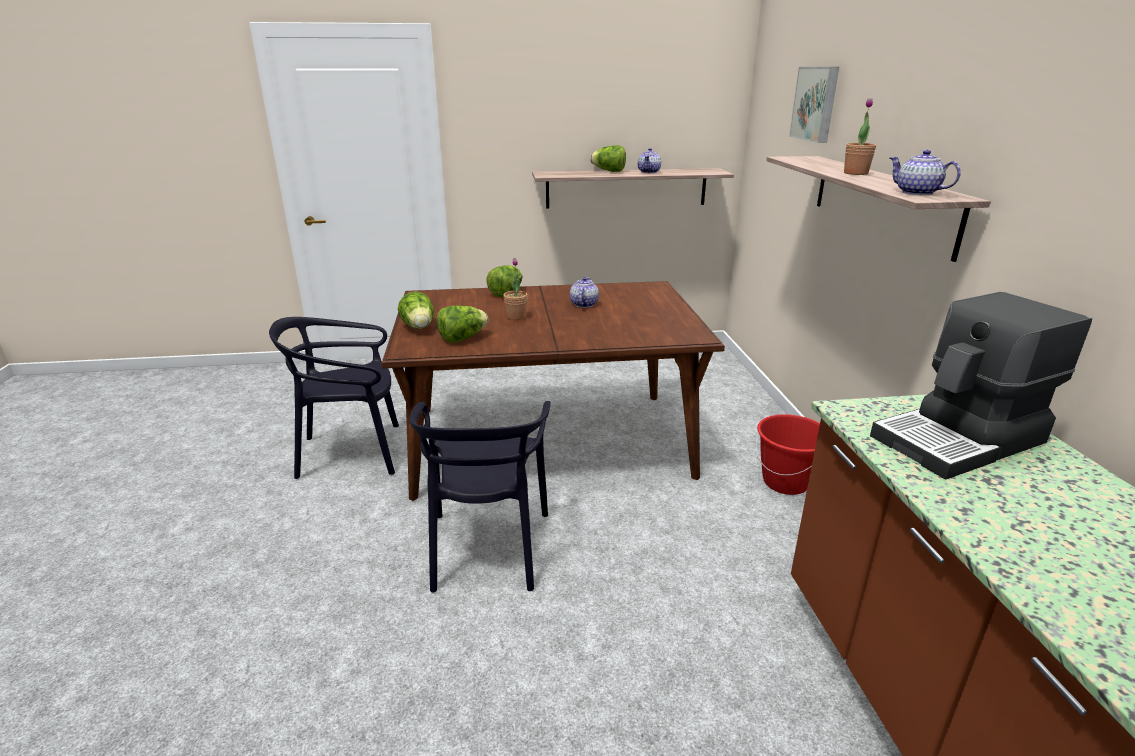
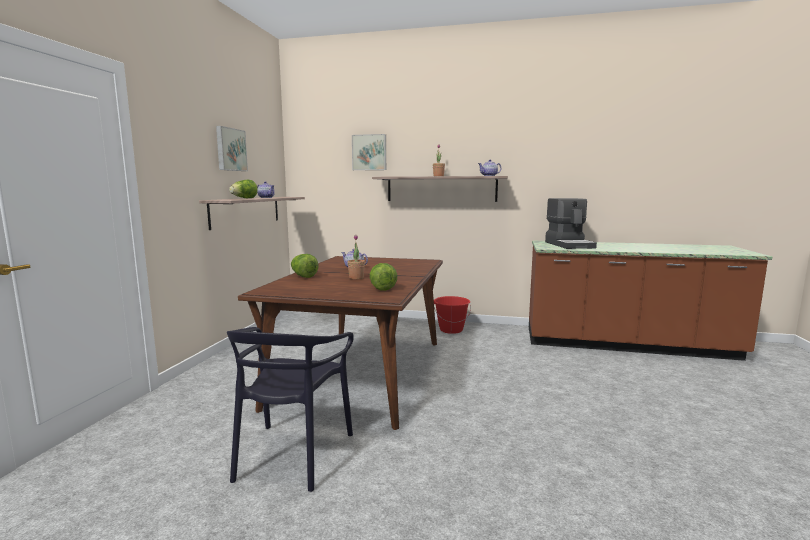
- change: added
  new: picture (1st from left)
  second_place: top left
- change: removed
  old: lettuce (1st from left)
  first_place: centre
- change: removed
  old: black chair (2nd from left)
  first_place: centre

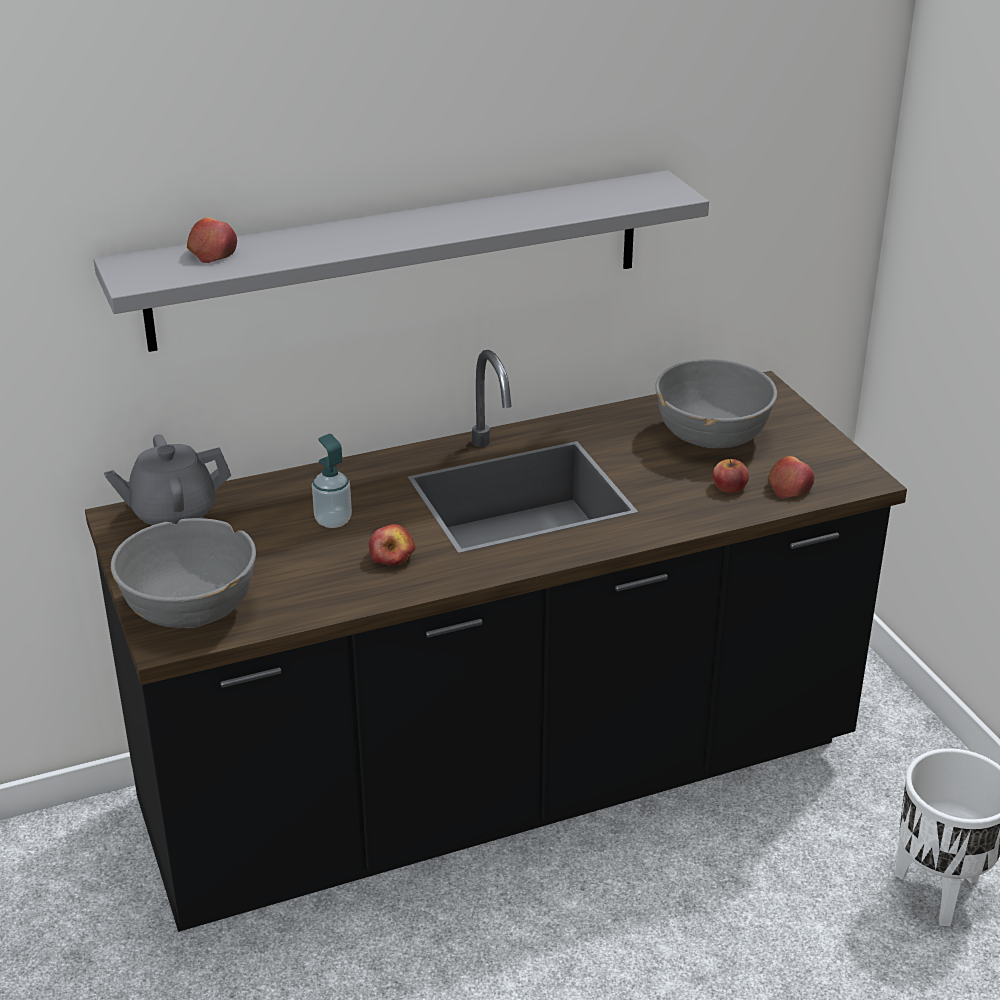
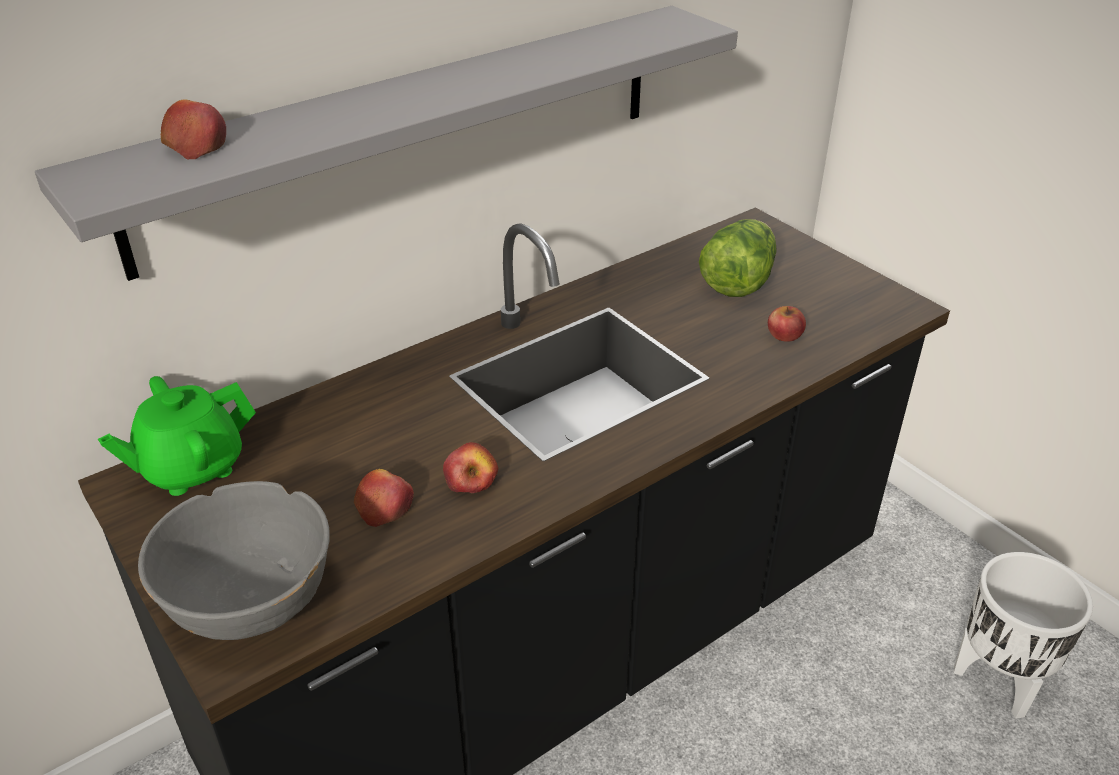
- change: recoloured
  old: grey teapot
  new: green teapot
  first_place: middle left
  second_place: middle left
- change: moved
  old: apple (4th from left in the first image)
  new: apple (2nd from left)
  first_place: middle right
  second_place: centre
- change: replaced
  old: grey bowl (2nd from left)
  new: lettuce
  first_place: middle right
  second_place: top centre
- change: removed
  old: soap dispenser
  first_place: middle left

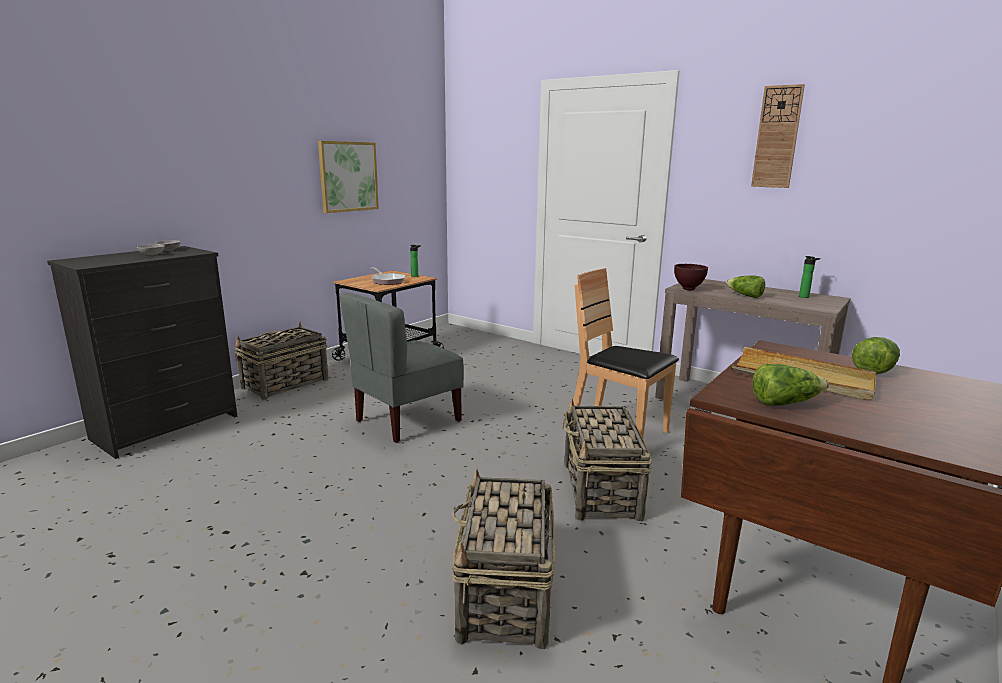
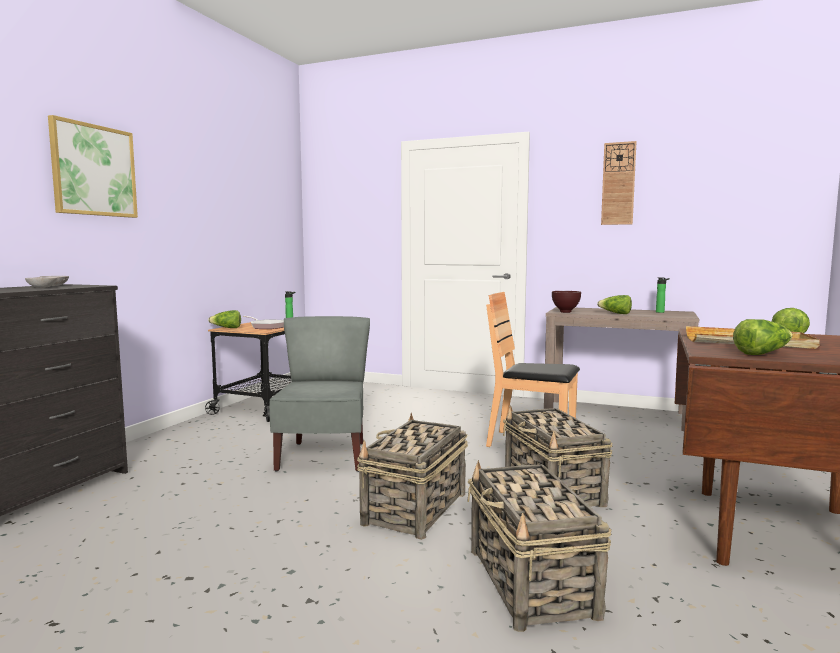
- change: moved
  old: picture
  first_place: top centre
  second_place: top left
- change: added
  new: lettuce (1st from left)
  second_place: middle left
- change: turned
  old: grey chair
  first_place: centre
  second_place: centre
  degrees: 150
- change: moved
  old: basket (1st from left)
  first_place: middle left
  second_place: bottom centre

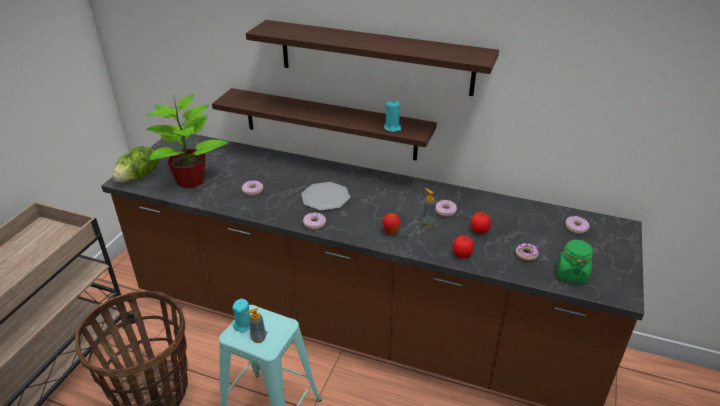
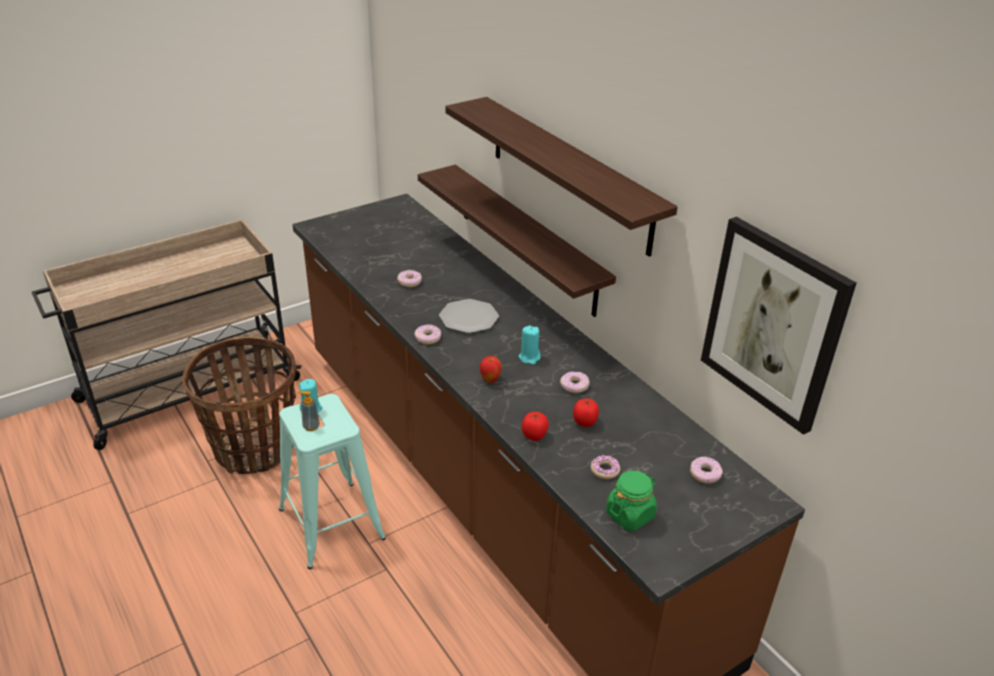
- change: moved
  old: turquoise candle (2nd from left)
  first_place: top centre
  second_place: centre
- change: added
  new: picture
  second_place: middle right
- change: removed
  old: lettuce
  first_place: middle left
- change: removed
  old: potted plant
  first_place: middle left
- change: removed
  old: soap dispenser (2nd from left)
  first_place: centre

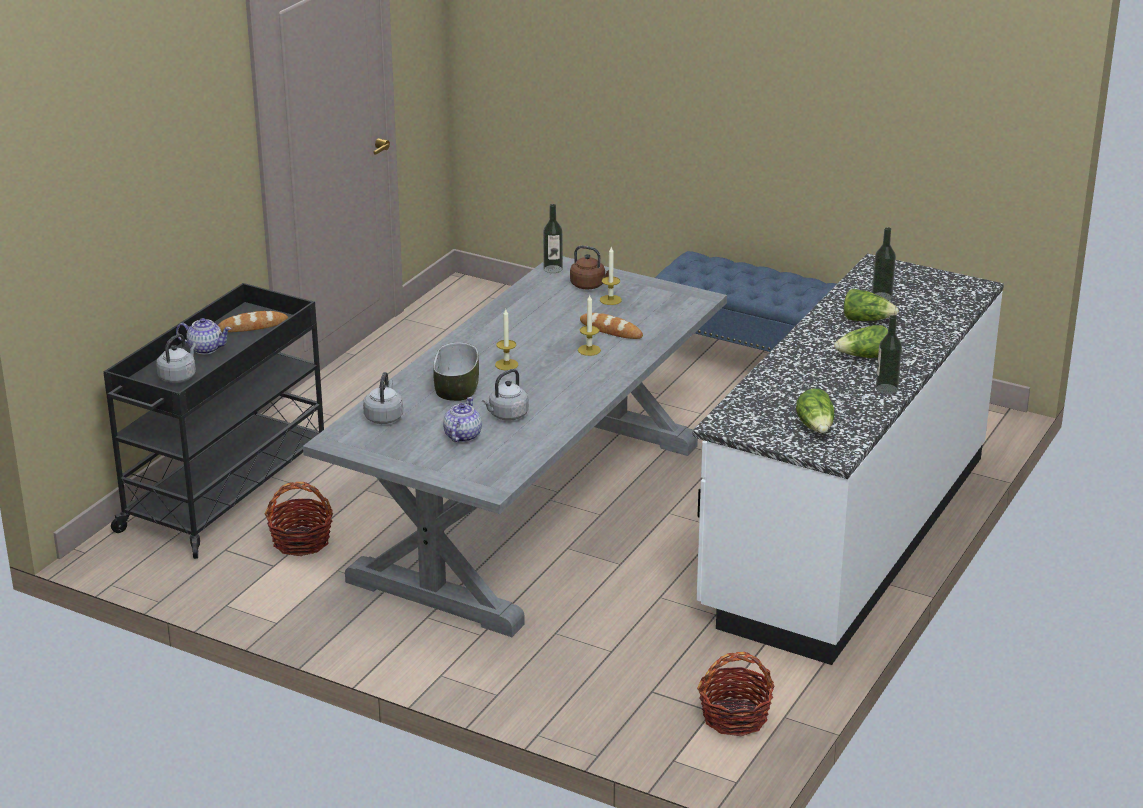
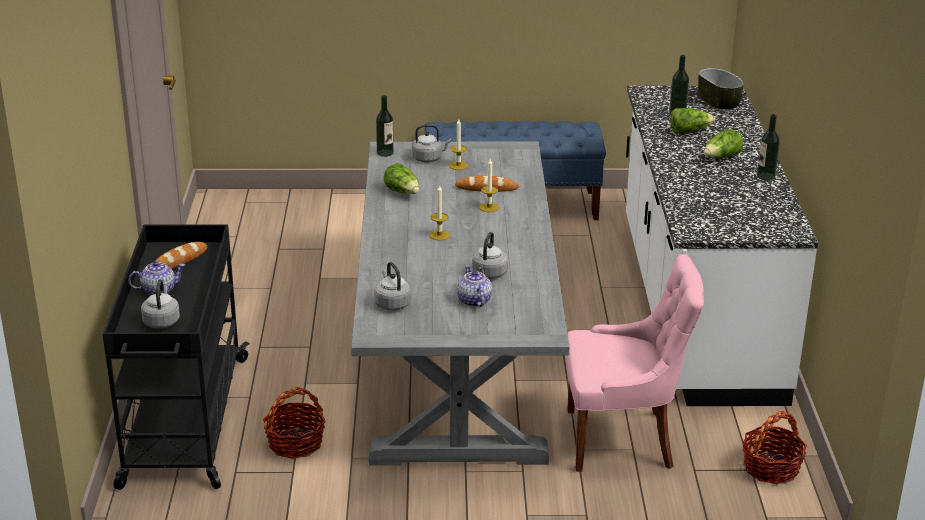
- change: moved
  old: lettuce (1st from left)
  first_place: middle right
  second_place: centre
- change: recoloured
  old: brown kettle
  new: grey kettle (3rd from left)
  first_place: top centre
  second_place: top centre
- change: added
  new: pink chair
  second_place: bottom right
- change: moved
  old: bowl
  first_place: centre
  second_place: top right

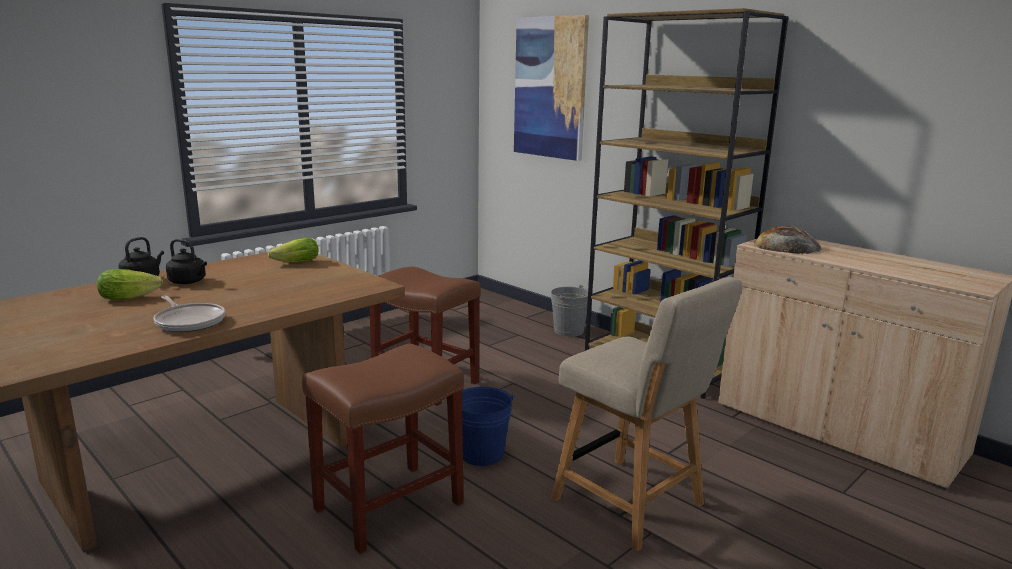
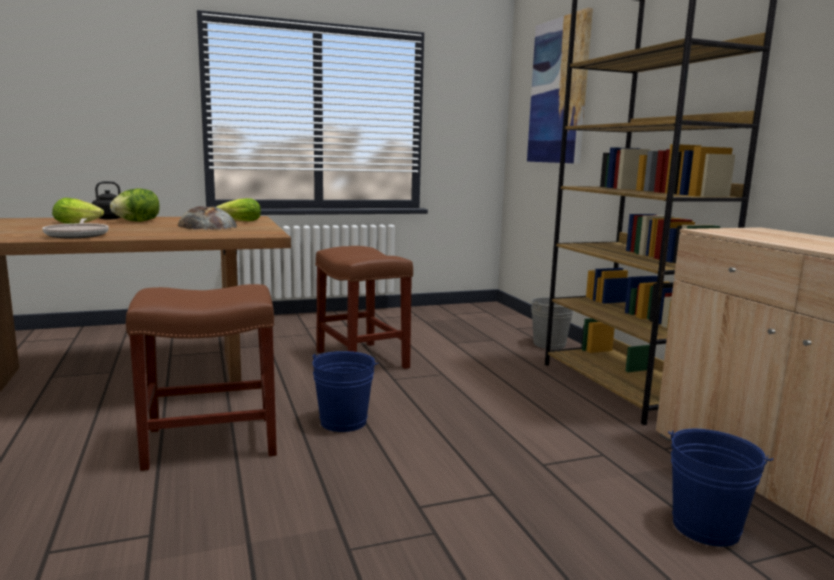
- change: replaced
  old: black kettle (2nd from left)
  new: lettuce (2nd from left)
  first_place: middle left
  second_place: middle left
- change: moved
  old: bread
  first_place: middle right
  second_place: middle left
- change: added
  new: blue bucket (2nd from left)
  second_place: bottom right
- change: removed
  old: beige chair
  first_place: bottom centre

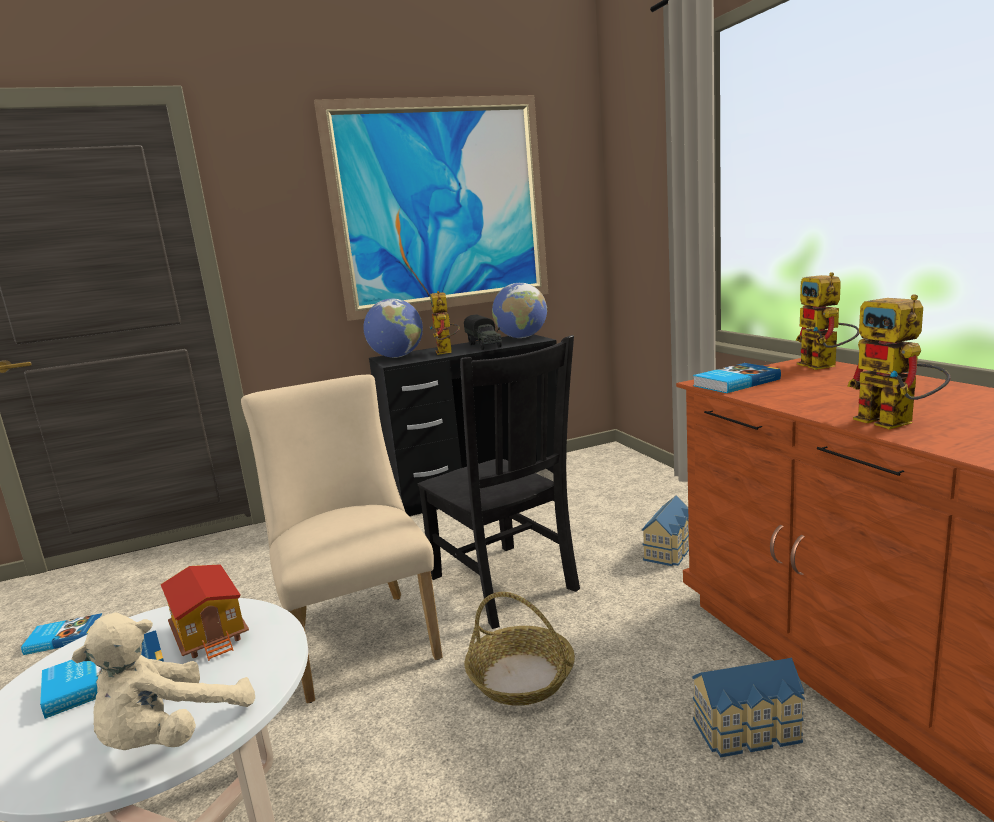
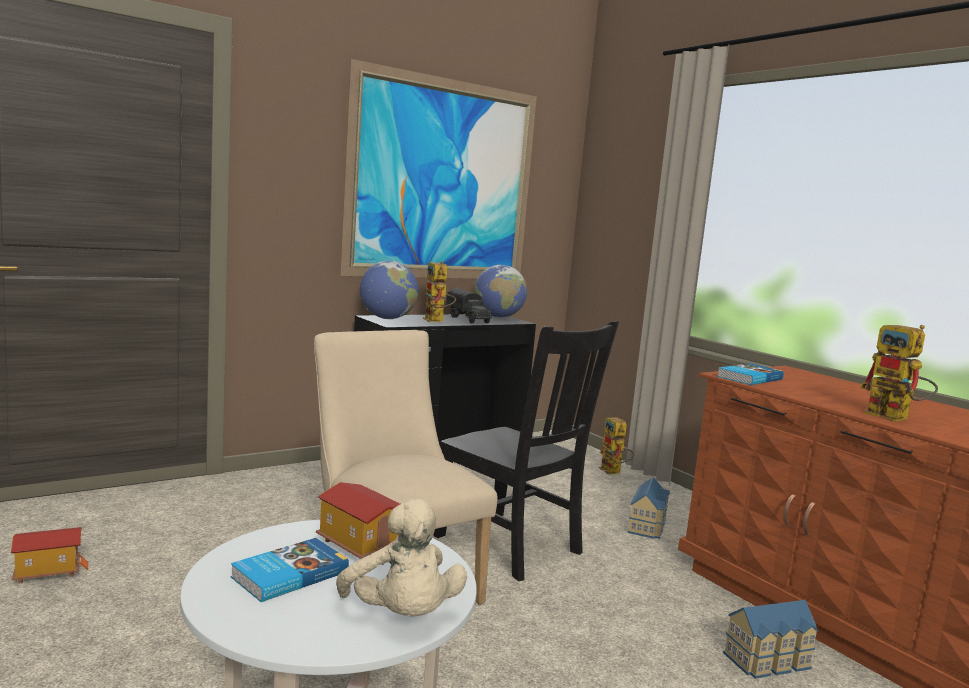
- change: replaced
  old: book (1st from left)
  new: toy house (1st from left)
  first_place: bottom left
  second_place: bottom left
- change: turned
  old: beige plush toy
  first_place: bottom left
  second_place: bottom centre
  degrees: -45
- change: moved
  old: toy robot (2nd from left)
  first_place: middle right
  second_place: centre
- change: removed
  old: basket
  first_place: bottom centre

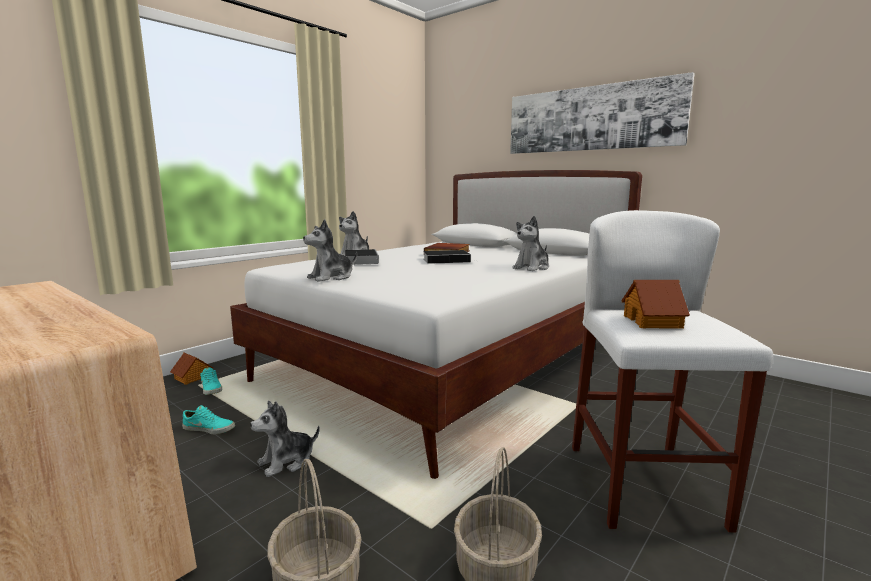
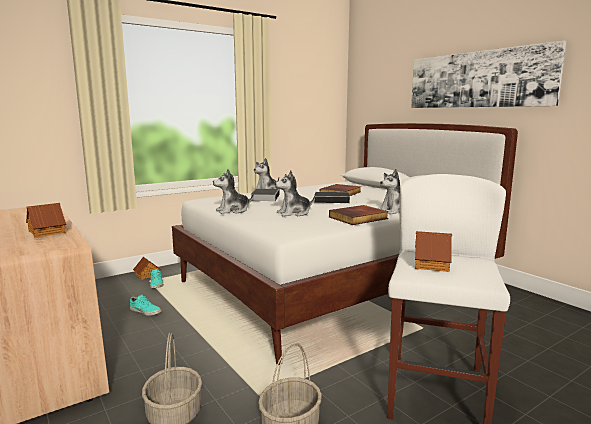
- change: added
  new: toy house (1st from left)
  second_place: middle left
- change: moved
  old: plush toy (1st from left in the first image)
  new: plush toy (3rd from left)
  first_place: bottom left
  second_place: centre
- change: added
  new: book (4th from left)
  second_place: centre

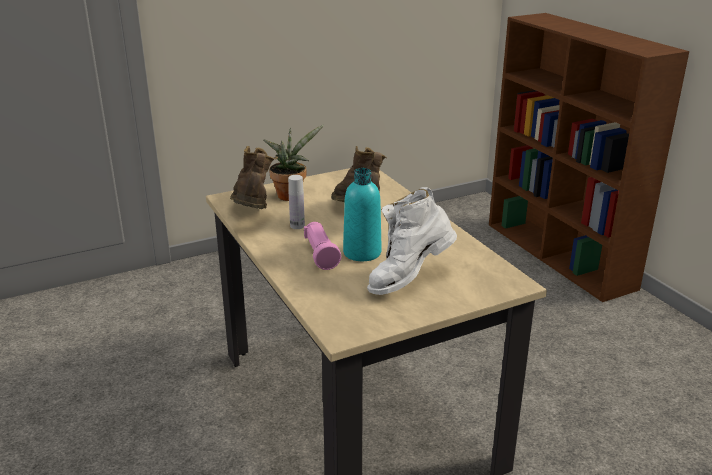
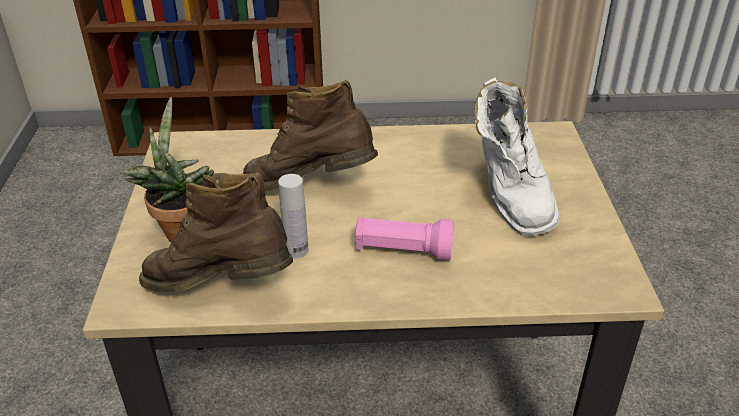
- change: removed
  old: turquoise bottle
  first_place: centre

